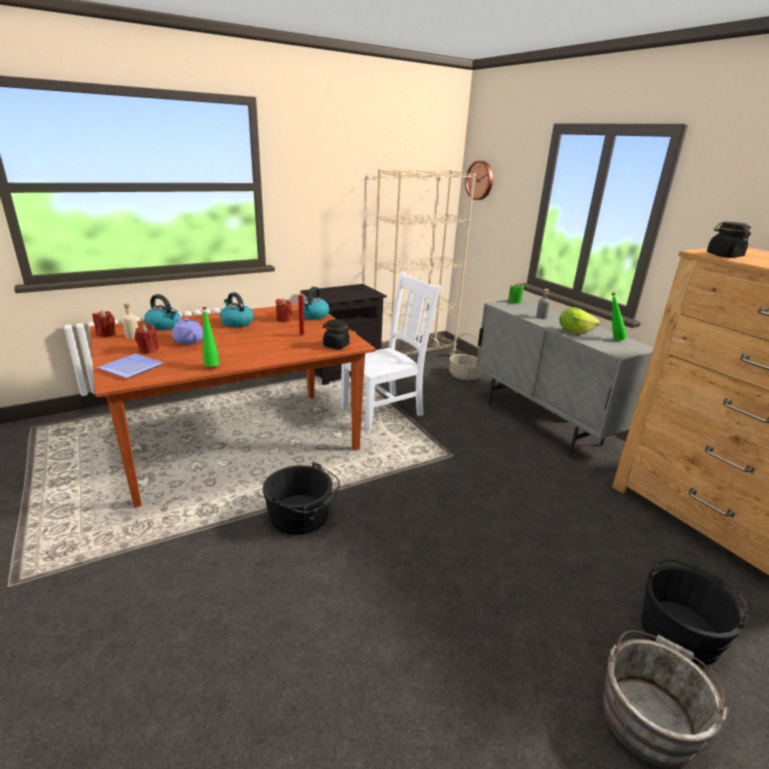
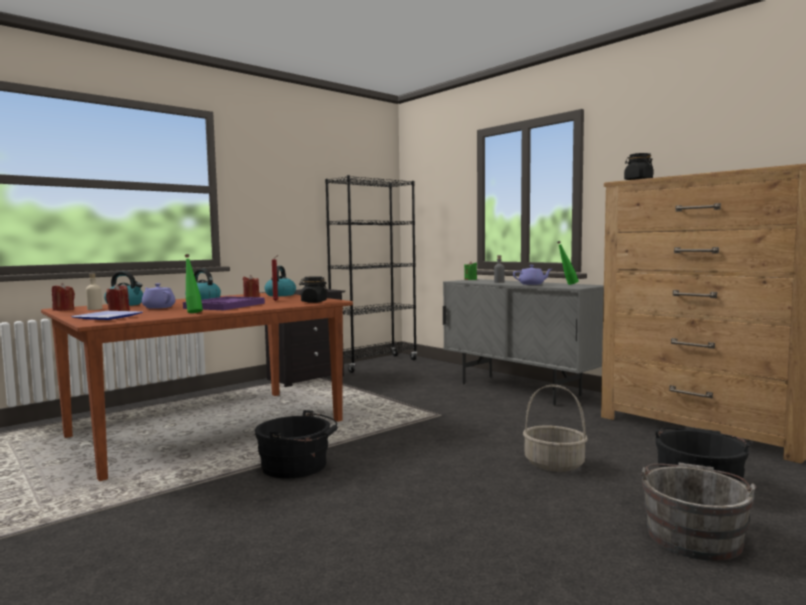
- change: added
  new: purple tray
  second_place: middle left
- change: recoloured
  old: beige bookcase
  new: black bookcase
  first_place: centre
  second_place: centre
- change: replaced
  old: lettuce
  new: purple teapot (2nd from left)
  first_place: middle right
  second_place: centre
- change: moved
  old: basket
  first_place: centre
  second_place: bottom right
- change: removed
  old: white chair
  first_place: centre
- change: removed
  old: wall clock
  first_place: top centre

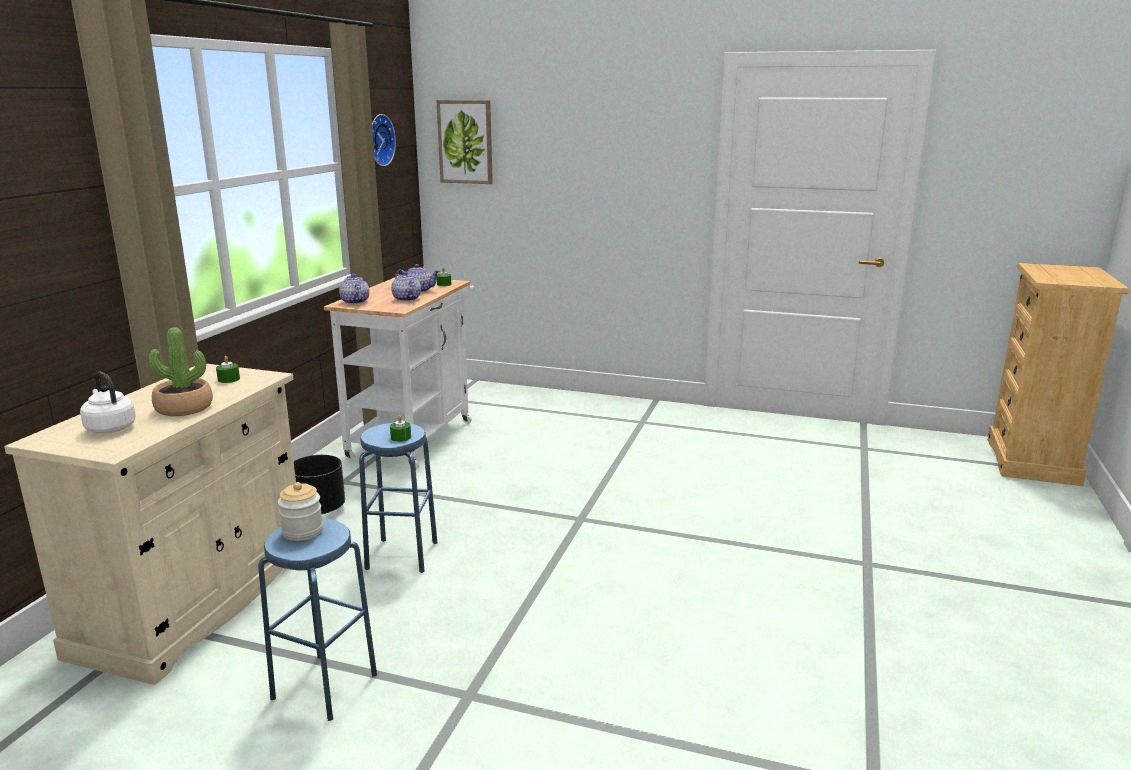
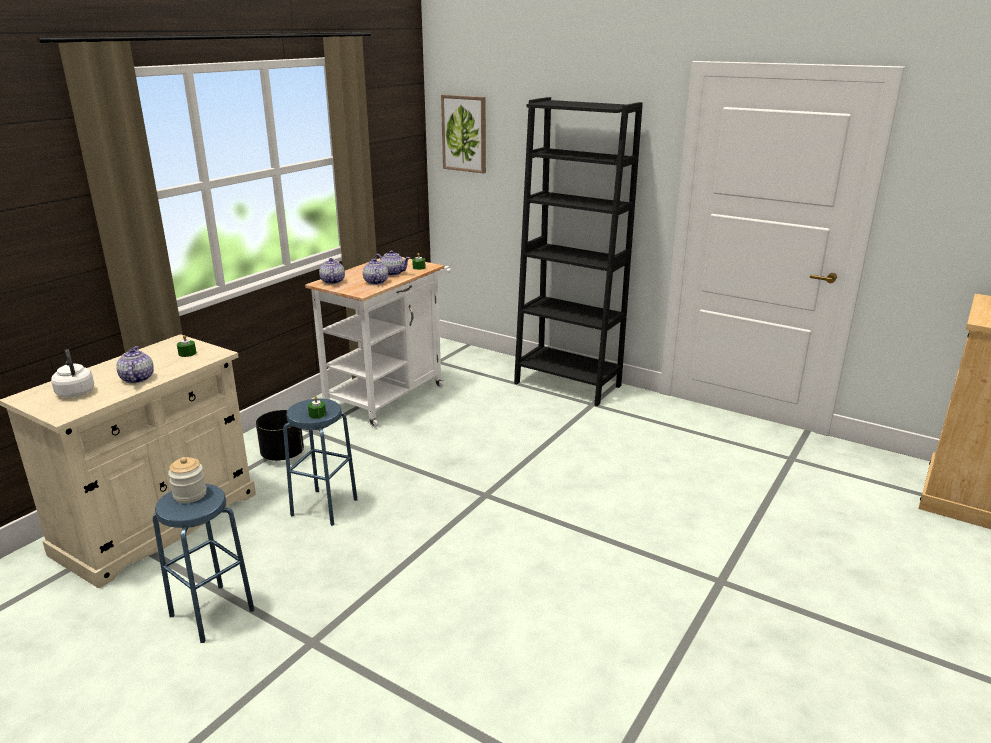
- change: replaced
  old: potted plant
  new: teapot (1st from left)
  first_place: middle left
  second_place: middle left
- change: added
  new: black bookcase
  second_place: centre
- change: removed
  old: wall clock
  first_place: top centre

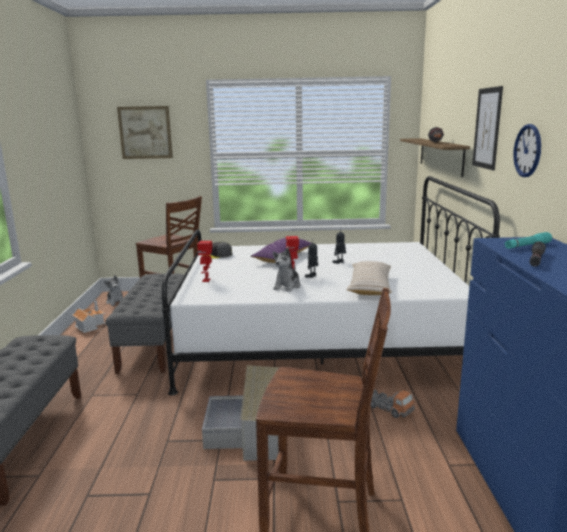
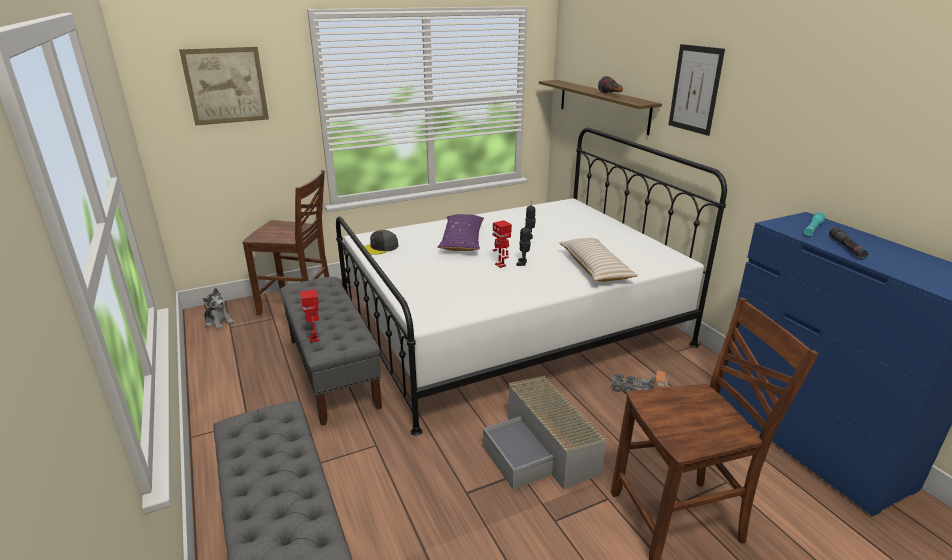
- change: moved
  old: toy robot (1st from left)
  first_place: centre
  second_place: middle left
- change: removed
  old: toy house
  first_place: middle left
- change: removed
  old: plush toy (2nd from left)
  first_place: centre
- change: removed
  old: wall clock
  first_place: top right

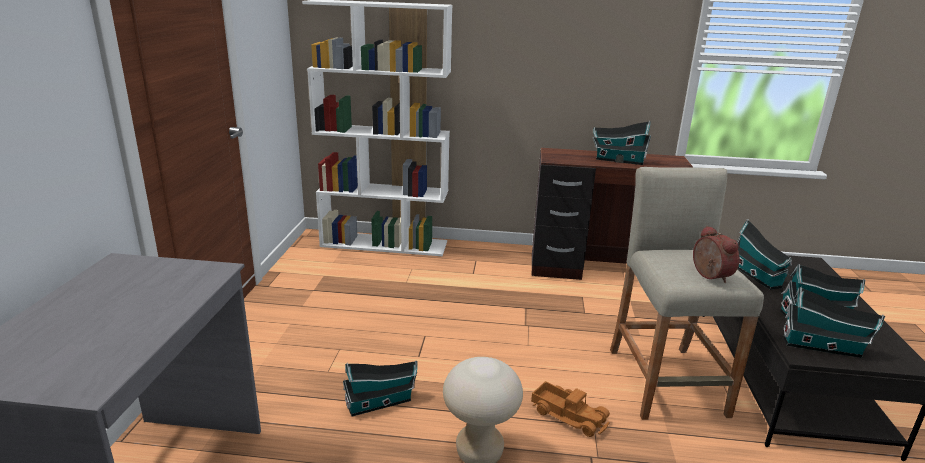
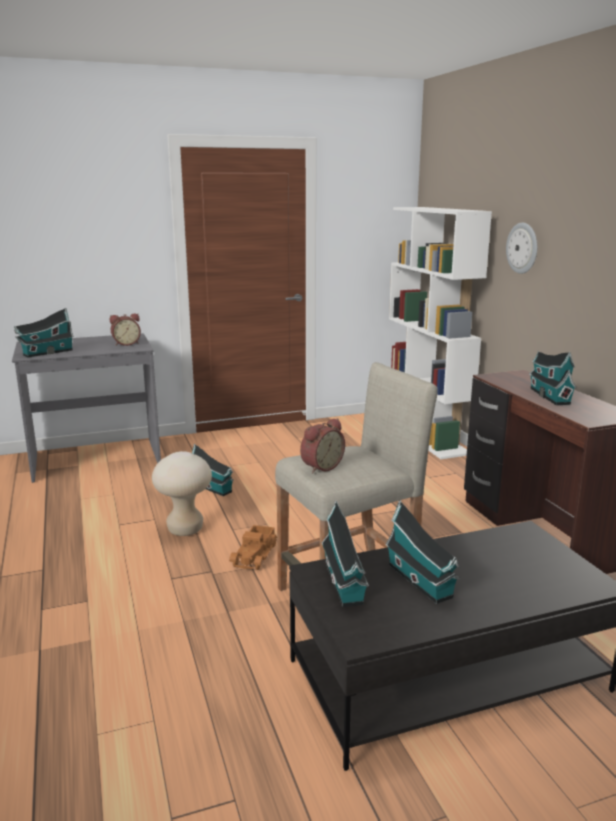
- change: moved
  old: toy house (3rd from left in the first image)
  new: toy house (1st from left)
  first_place: middle right
  second_place: middle left
- change: added
  new: alarm clock (1st from left)
  second_place: middle left
- change: added
  new: wall clock
  second_place: top right

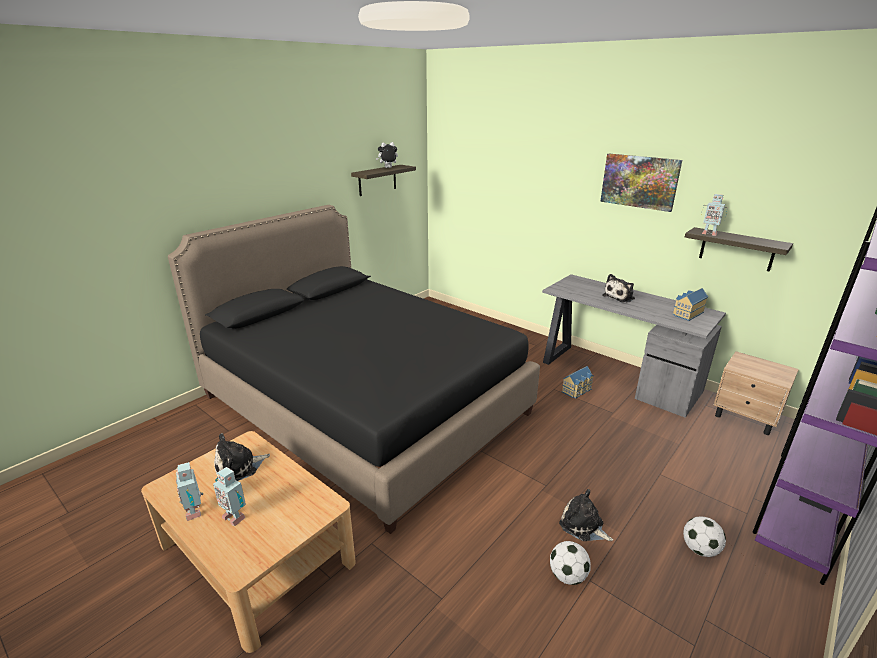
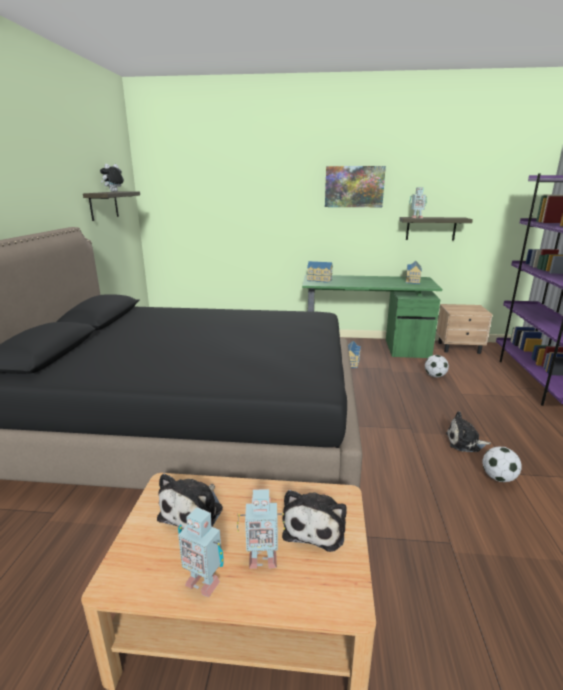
- change: moved
  old: plush toy (4th from left in the first image)
  new: plush toy (3rd from left)
  first_place: middle right
  second_place: bottom centre
- change: recoloured
  old: grey desk
  new: green desk
  first_place: middle right
  second_place: centre
- change: added
  new: toy house (1st from left)
  second_place: centre
- change: moved
  old: football (2nd from left in the first image)
  new: football (1st from left)
  first_place: bottom right
  second_place: middle right

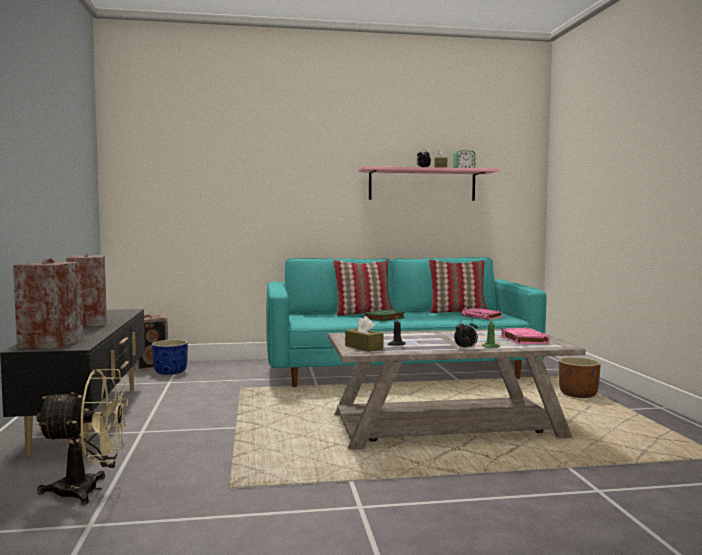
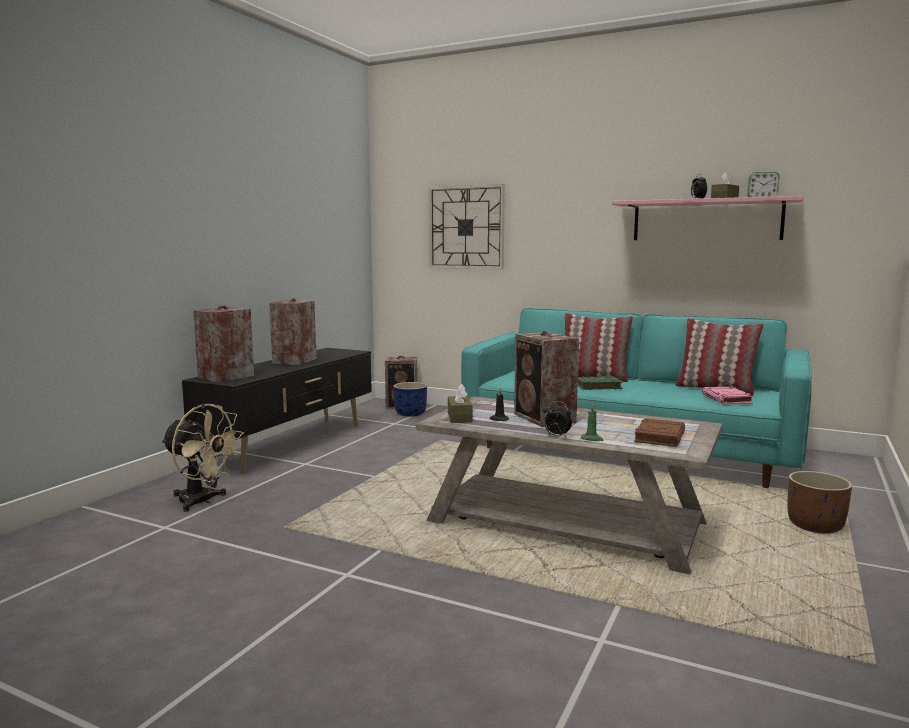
- change: added
  new: wall clock
  second_place: top centre
- change: added
  new: speaker (4th from left)
  second_place: centre
- change: recoloured
  old: pink book (2nd from left)
  new: brown book
  first_place: middle right
  second_place: middle right

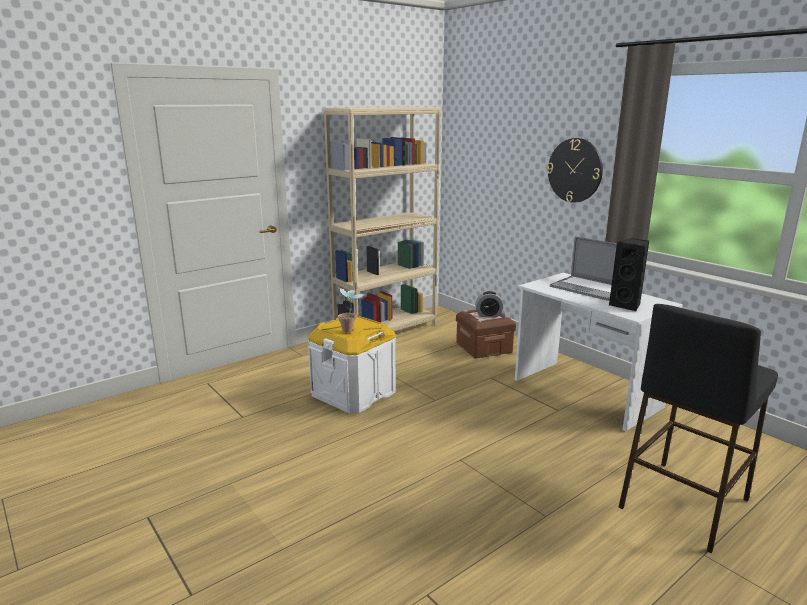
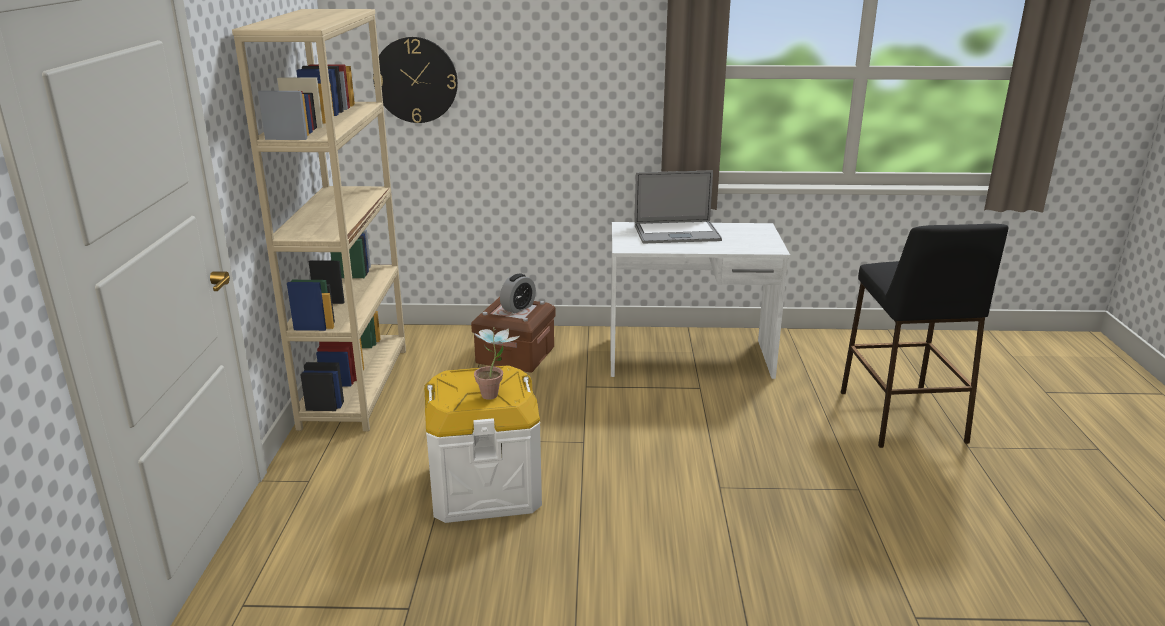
- change: moved
  old: wall clock
  first_place: top right
  second_place: top centre
- change: removed
  old: black speaker
  first_place: middle right

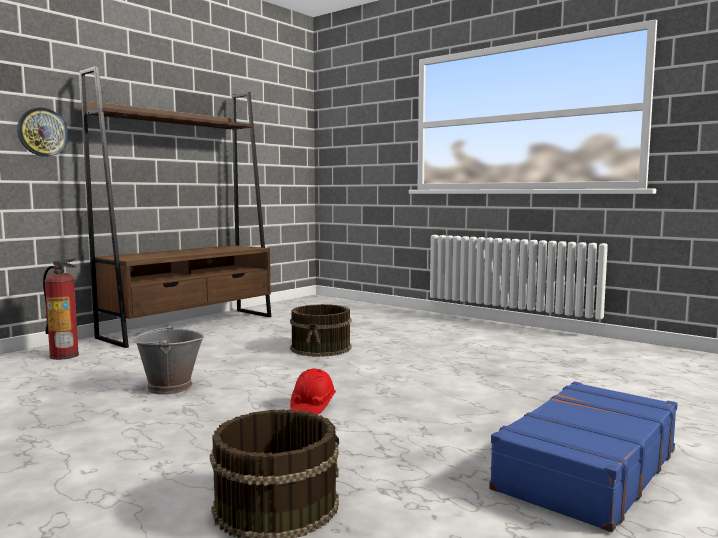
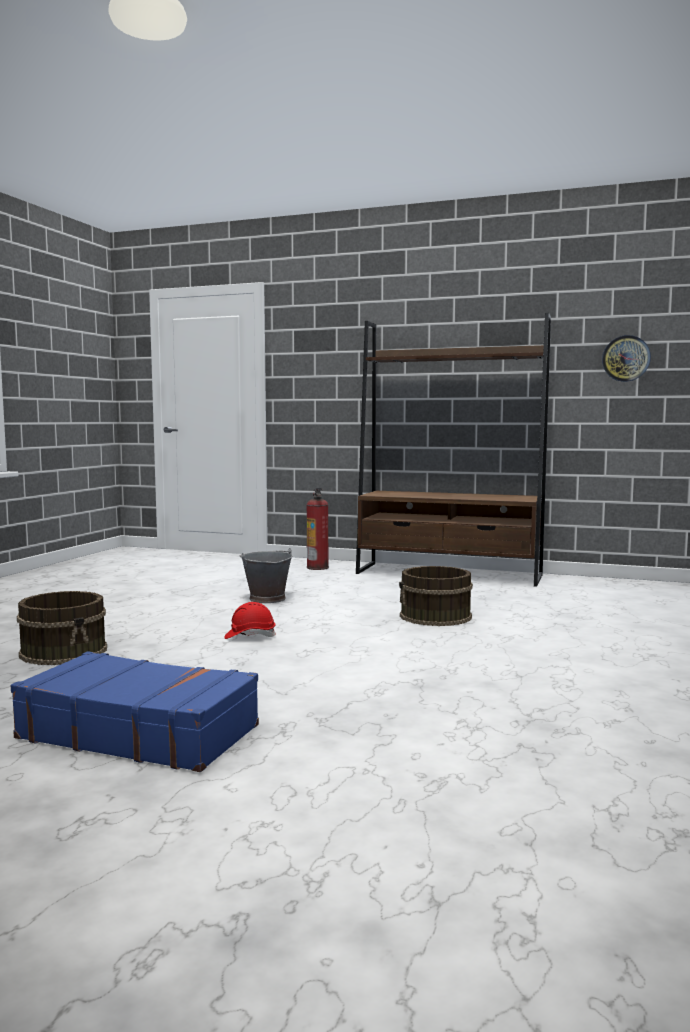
- change: moved
  old: wall clock
  first_place: top left
  second_place: middle right

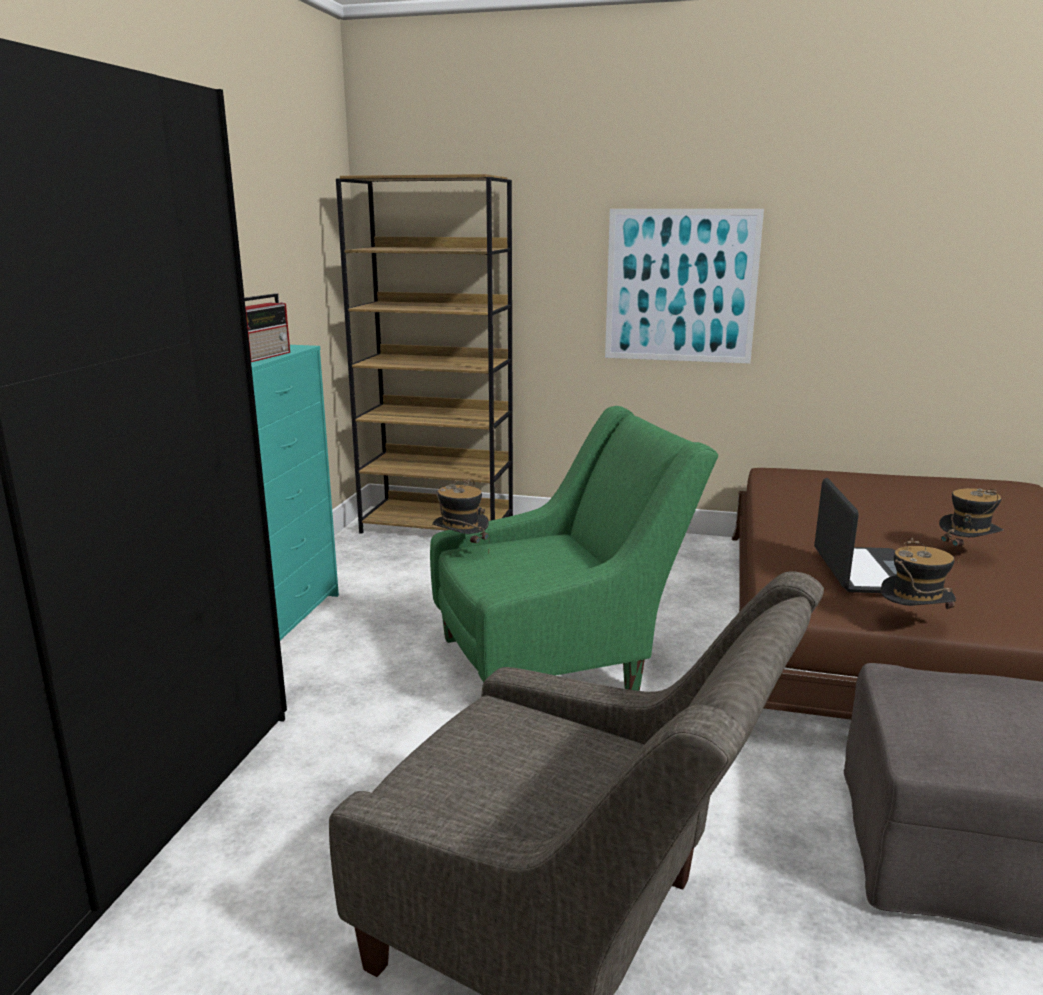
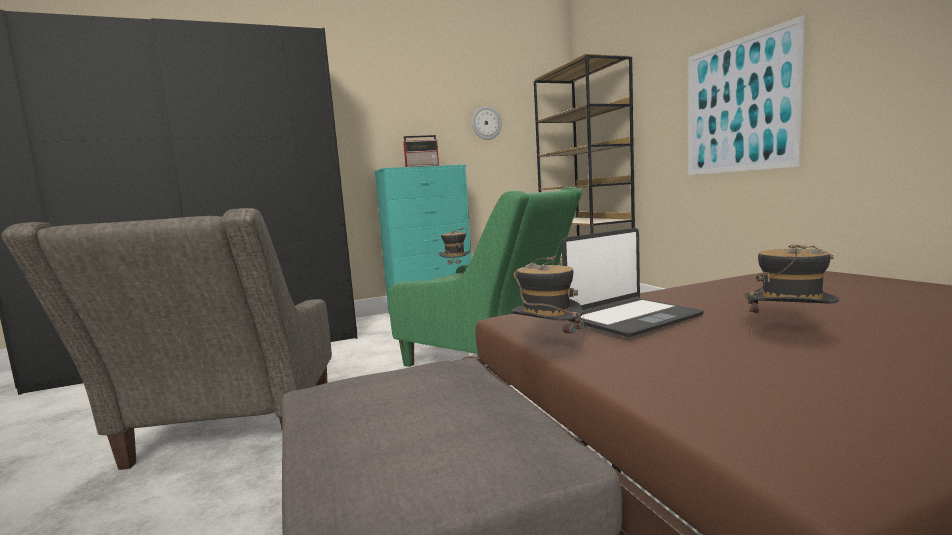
- change: added
  new: wall clock
  second_place: top centre

